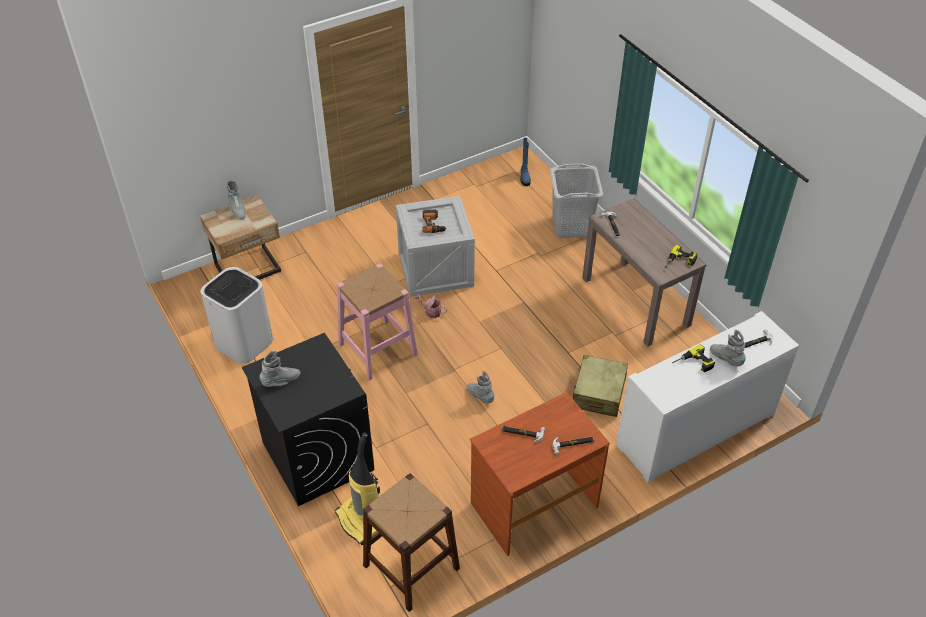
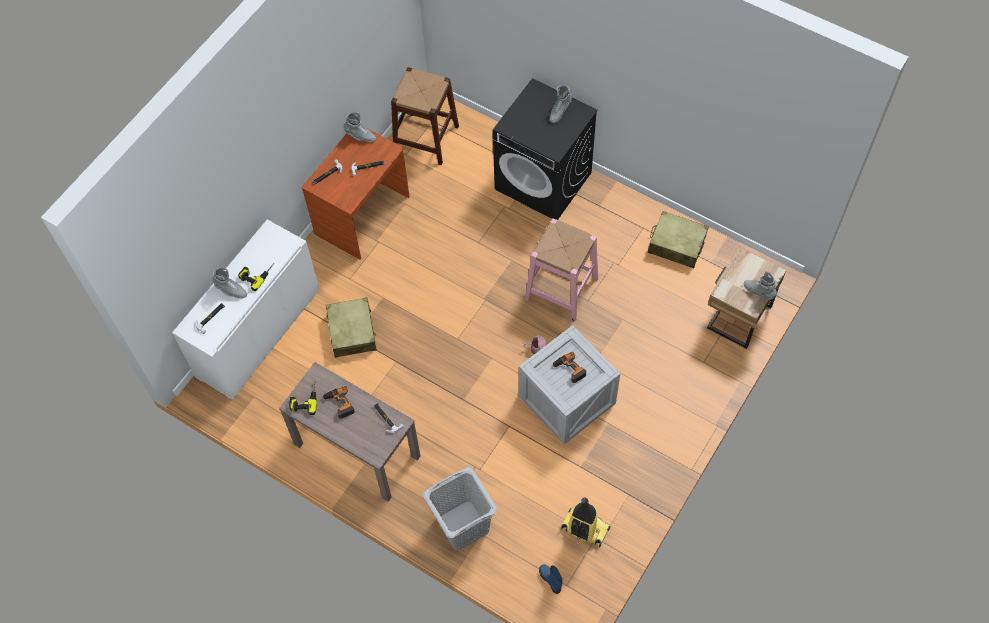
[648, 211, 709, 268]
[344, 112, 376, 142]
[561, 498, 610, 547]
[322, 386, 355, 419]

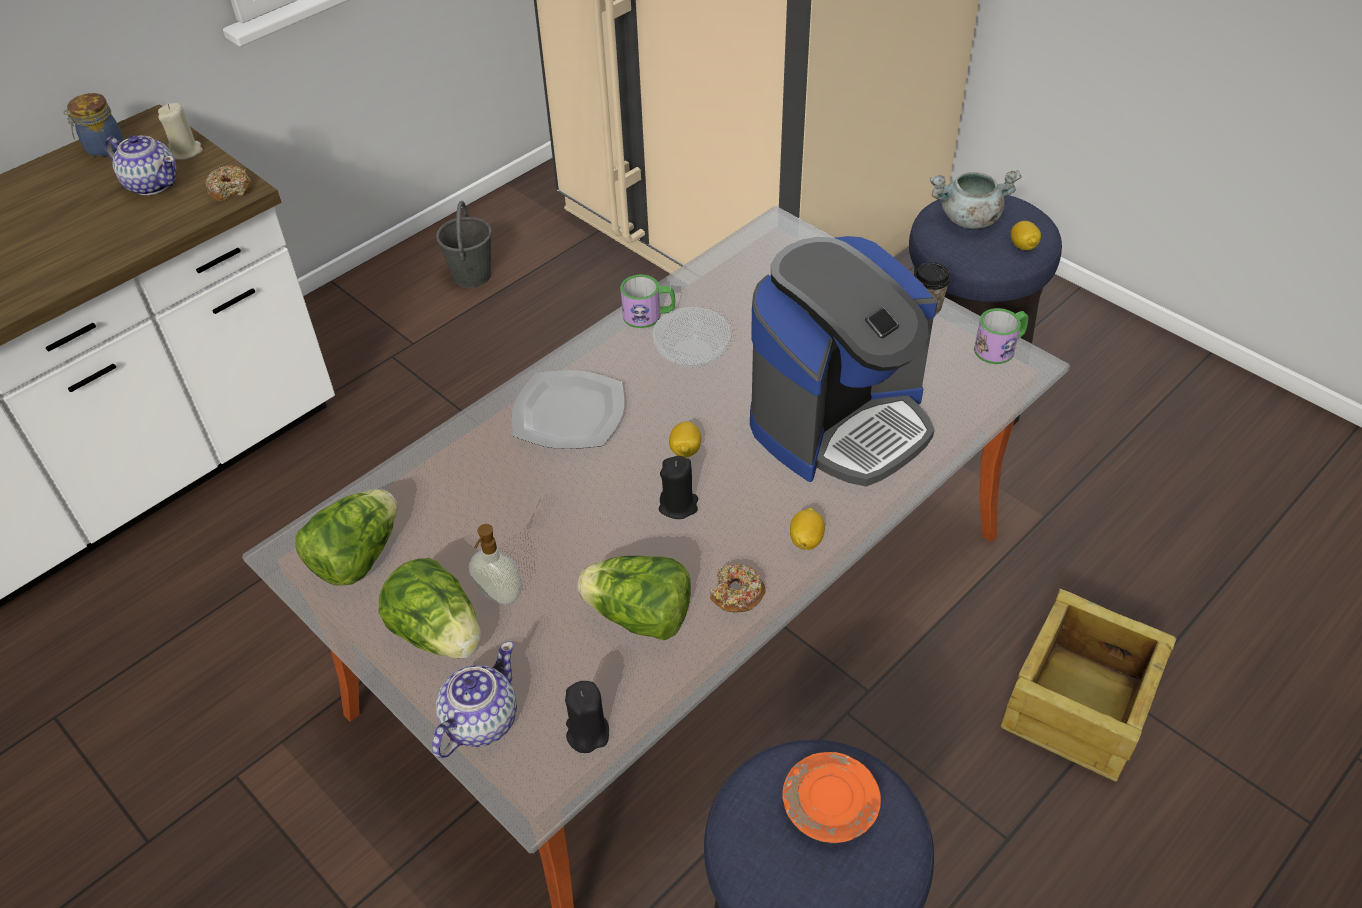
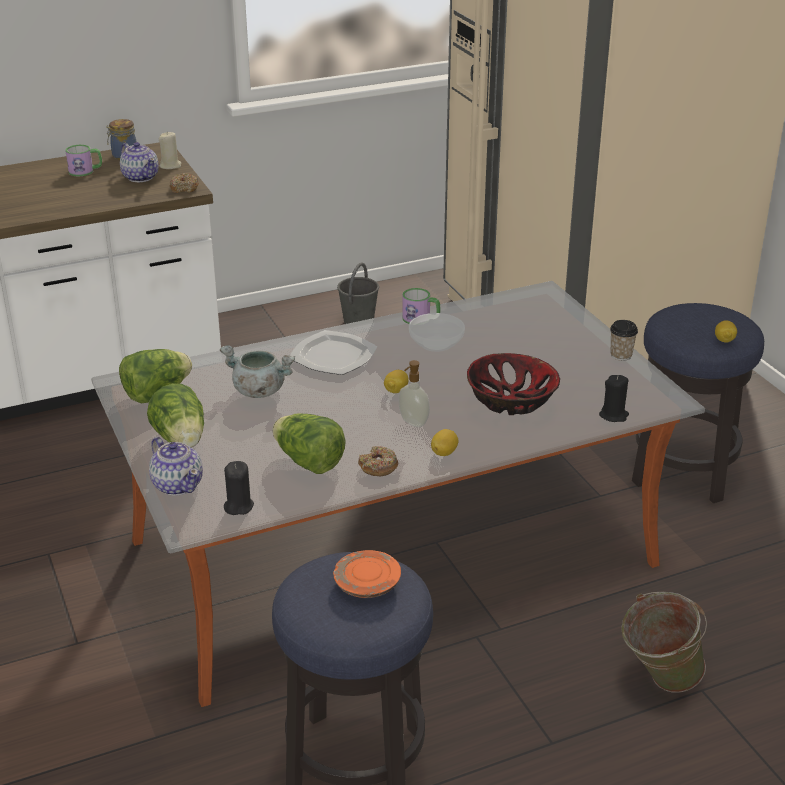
[220, 345, 295, 398]
[467, 353, 560, 415]
[65, 145, 102, 176]
[599, 375, 629, 422]
[398, 360, 430, 427]
[621, 592, 707, 693]
[149, 437, 203, 496]

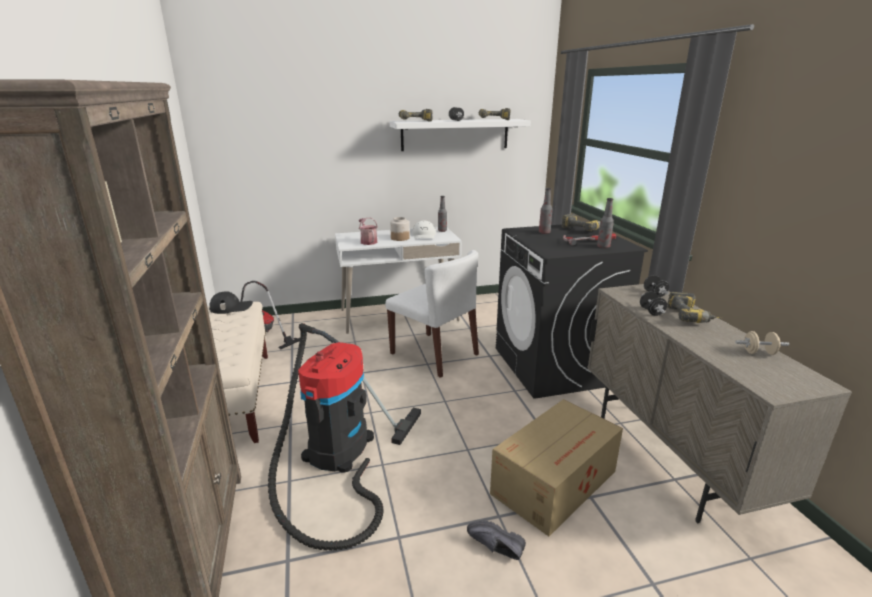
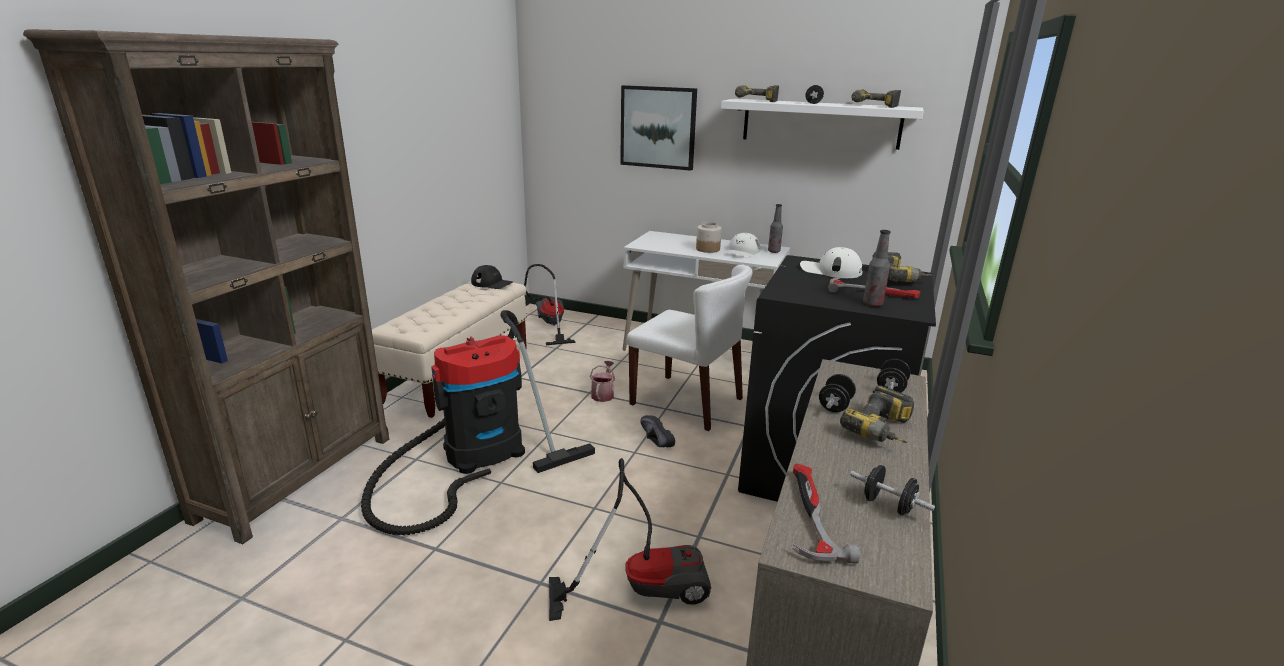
[800, 247, 863, 278]
[590, 361, 615, 402]
[627, 265, 752, 431]
[850, 465, 935, 516]
[549, 458, 711, 621]
[640, 415, 675, 447]
[620, 85, 697, 171]
[792, 463, 860, 563]

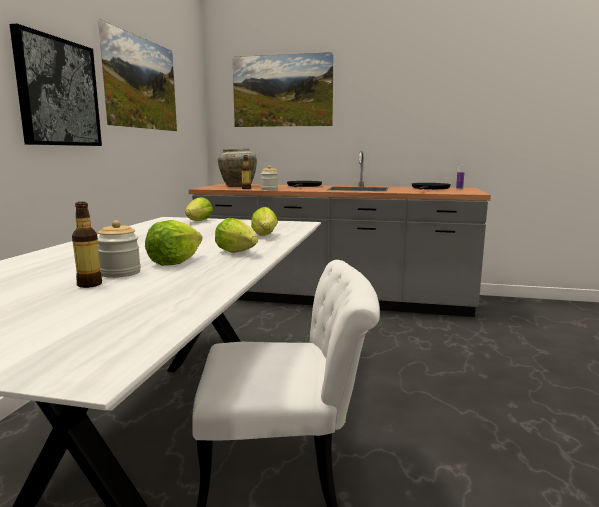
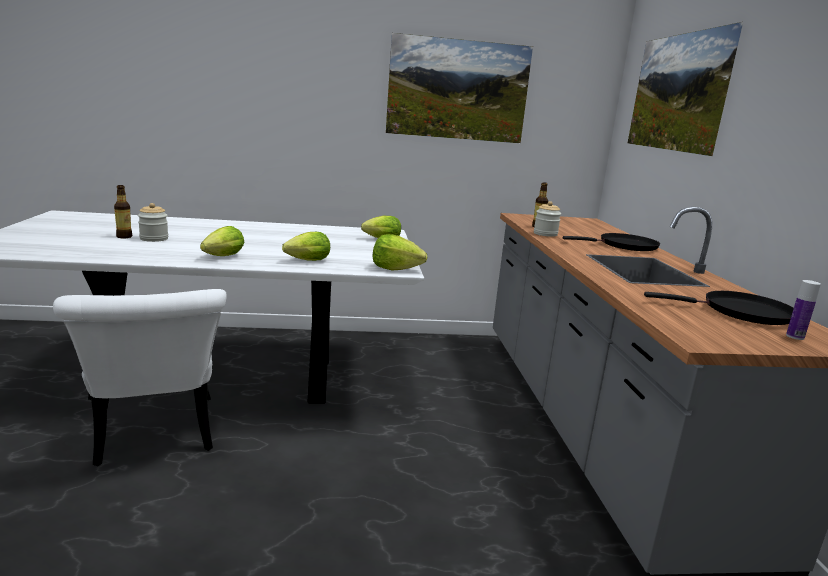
[10, 24, 102, 146] (first image)
[218, 148, 257, 187] (first image)
[372, 234, 427, 270]

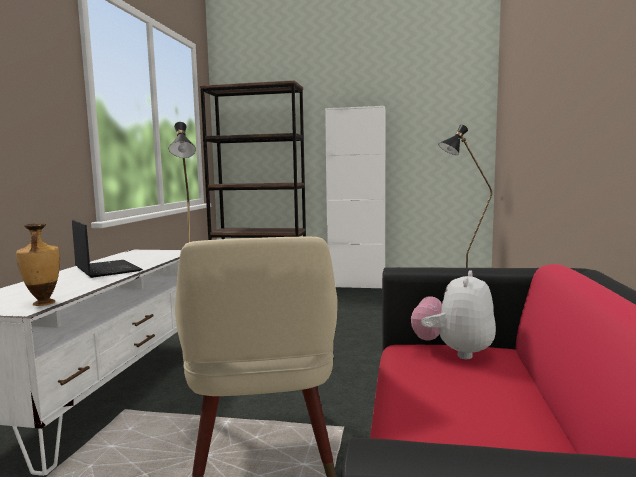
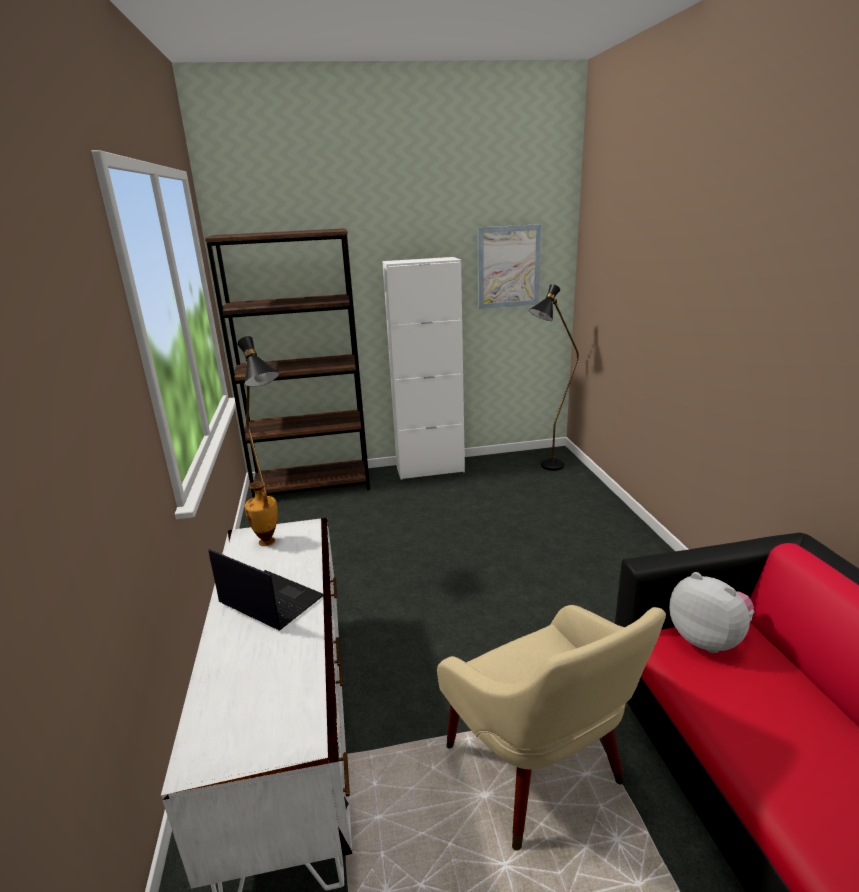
[245, 481, 278, 546]
[669, 572, 754, 653]
[478, 224, 541, 309]

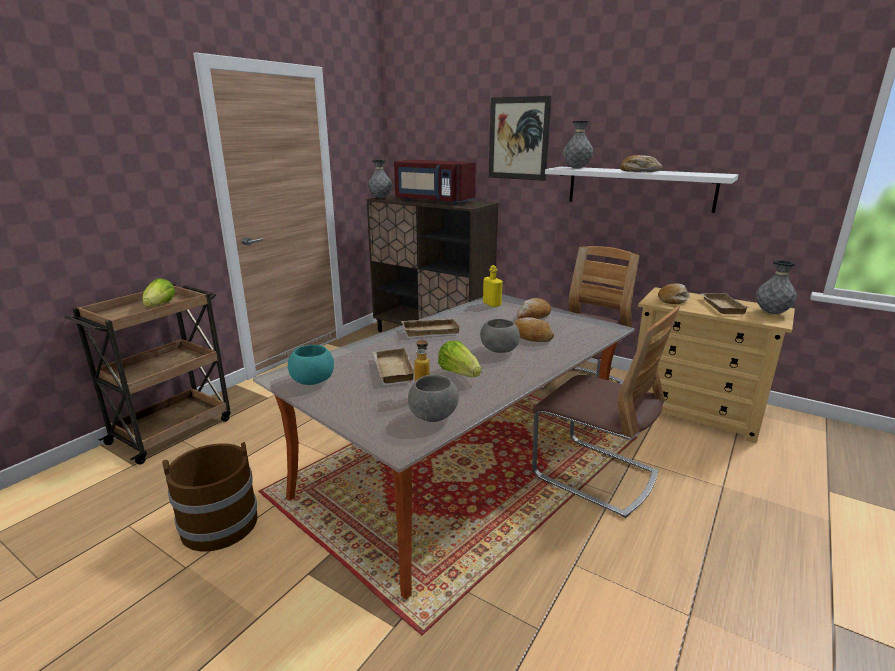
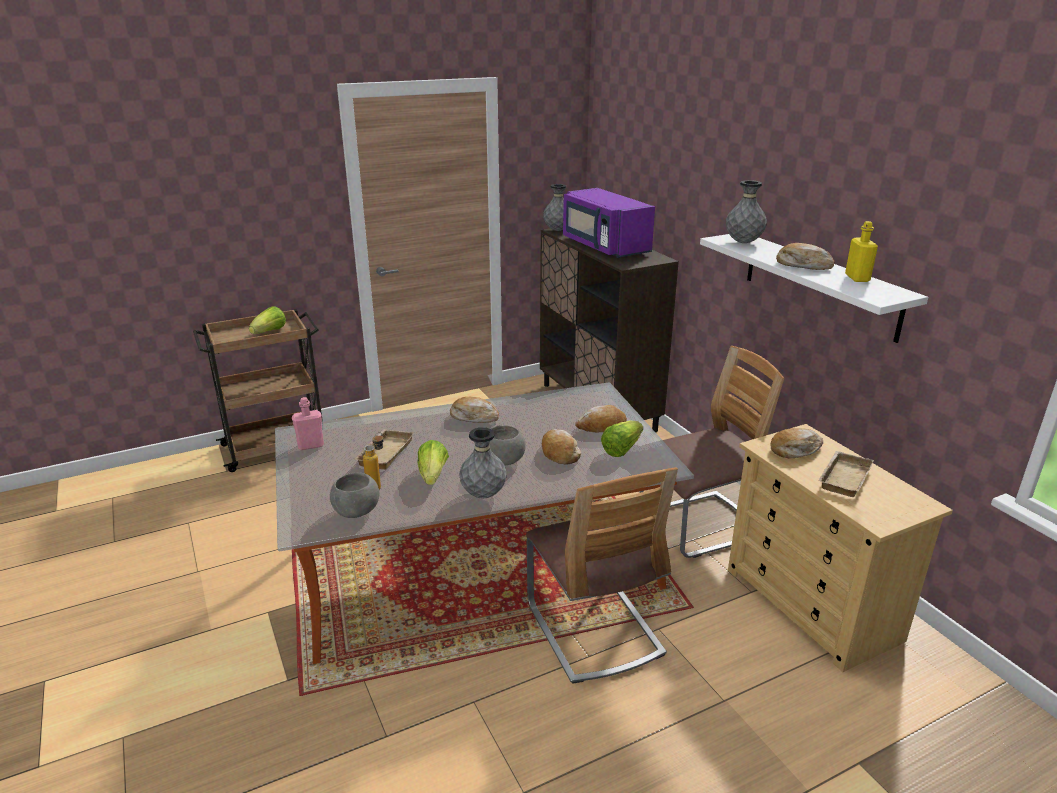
[489, 96, 552, 181] (first image)
[563, 188, 655, 258]
[459, 427, 507, 498]
[845, 221, 878, 282]
[450, 397, 499, 423]
[292, 397, 324, 450]
[162, 442, 257, 552] (first image)
[601, 420, 643, 457]

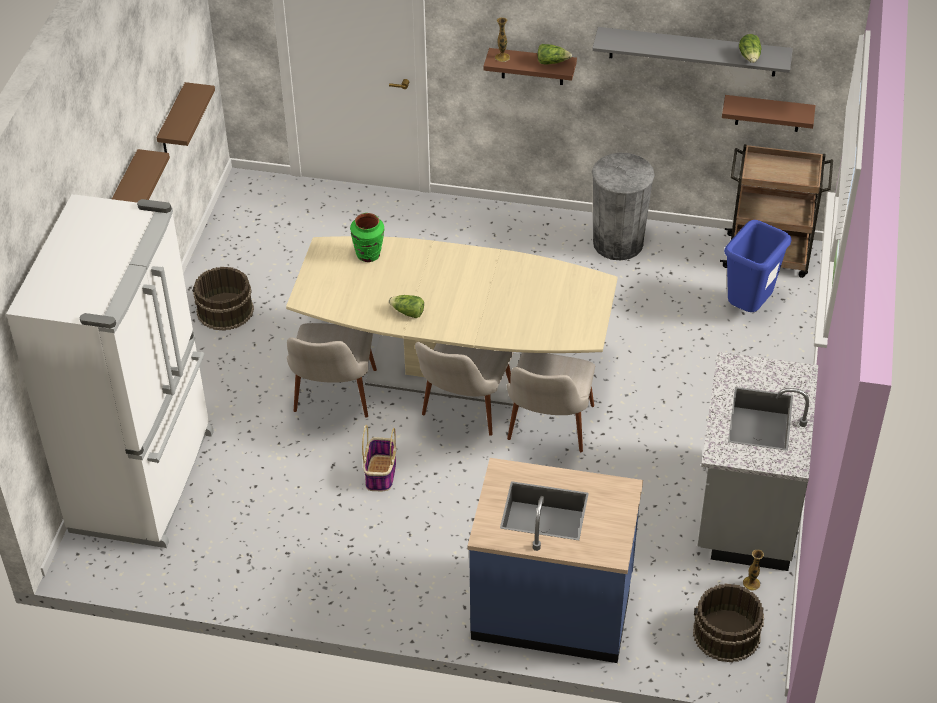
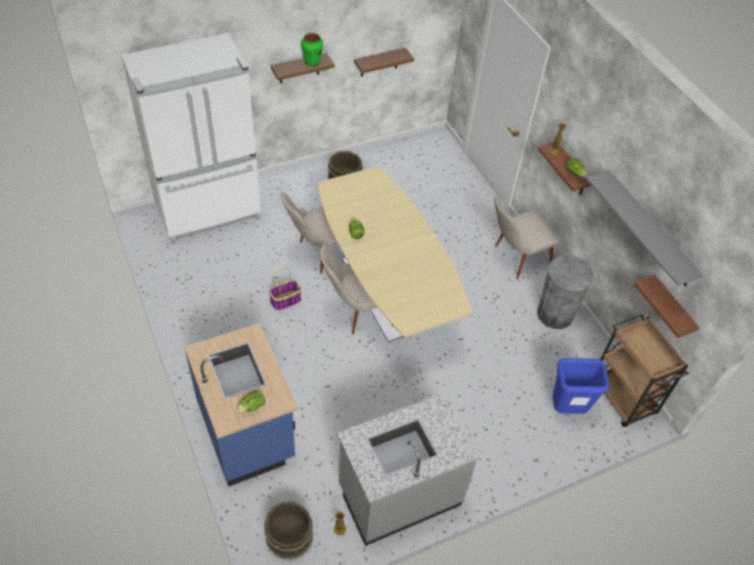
[236, 390, 265, 413]
[301, 33, 323, 67]
[494, 196, 558, 279]

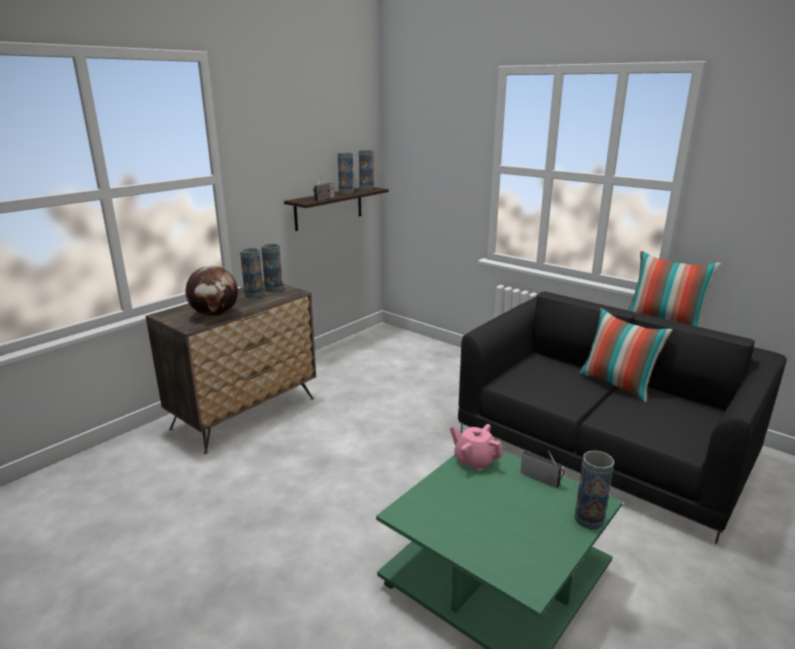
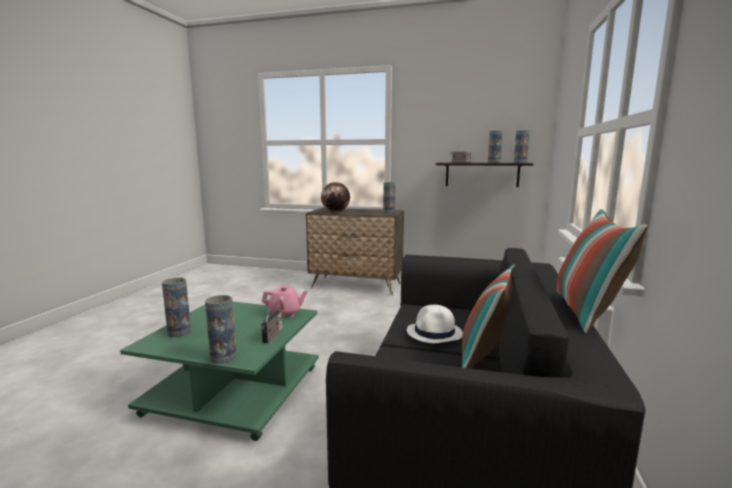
[162, 278, 191, 337]
[262, 285, 307, 317]
[407, 305, 463, 343]

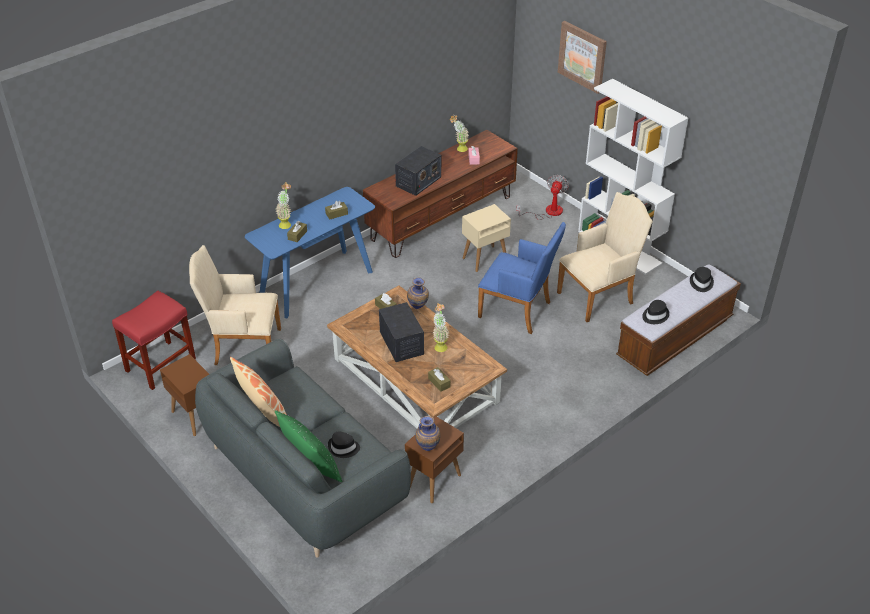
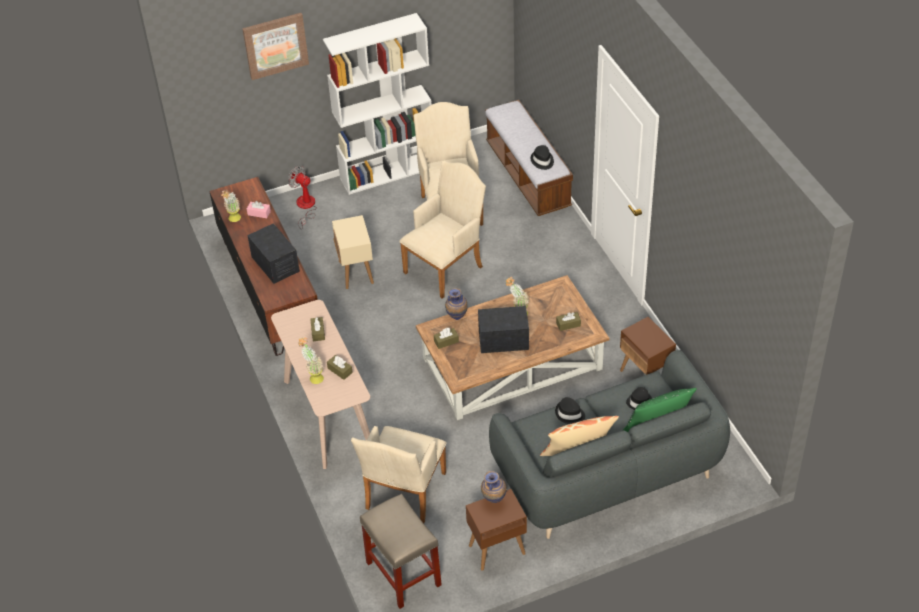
[271, 300, 370, 469]
[400, 161, 486, 299]
[555, 397, 585, 424]
[360, 494, 442, 609]
[481, 471, 507, 503]

